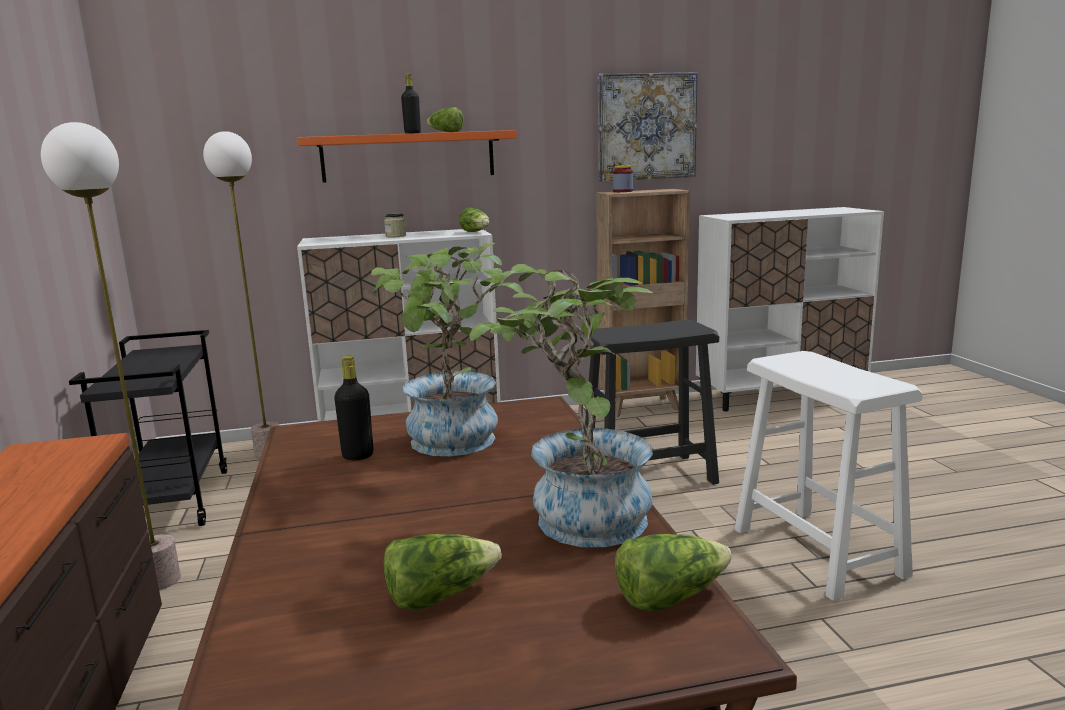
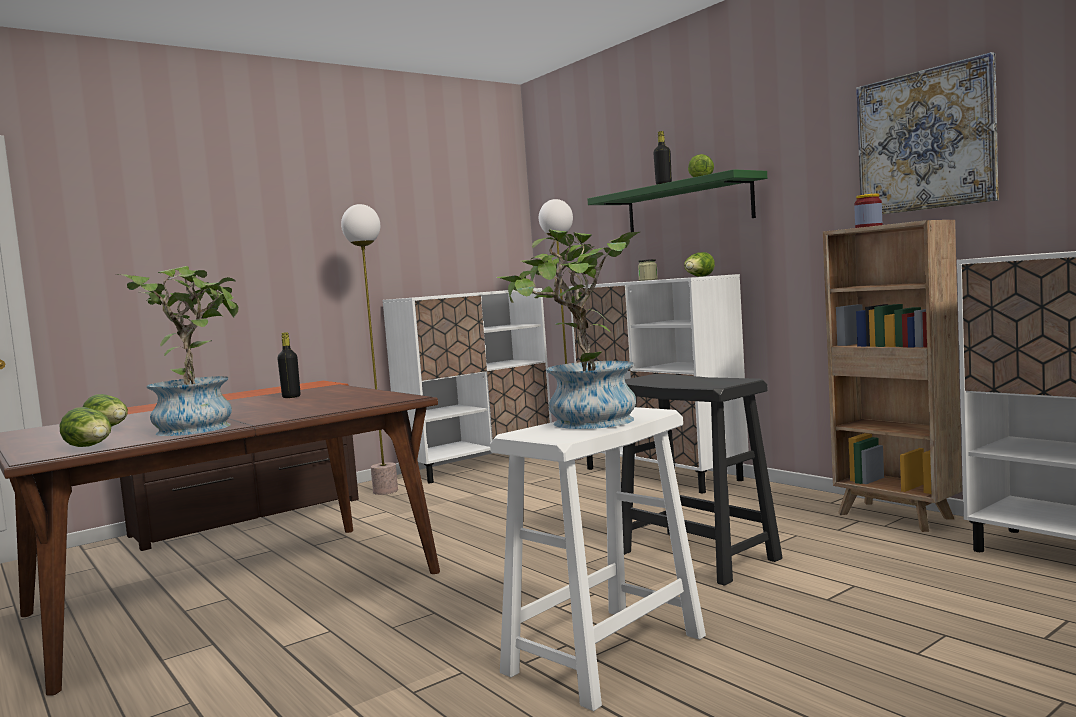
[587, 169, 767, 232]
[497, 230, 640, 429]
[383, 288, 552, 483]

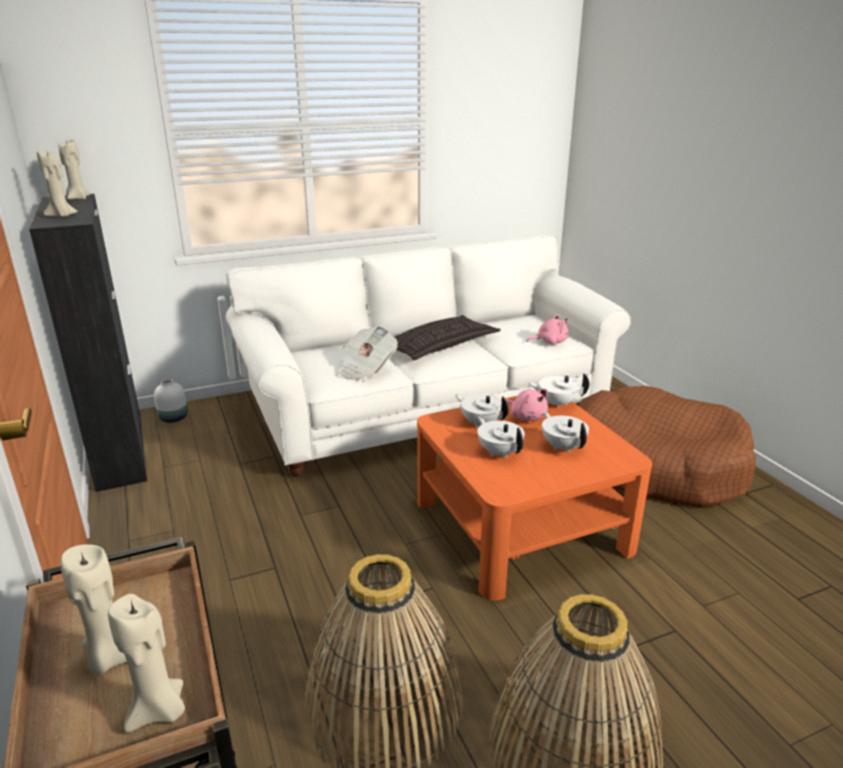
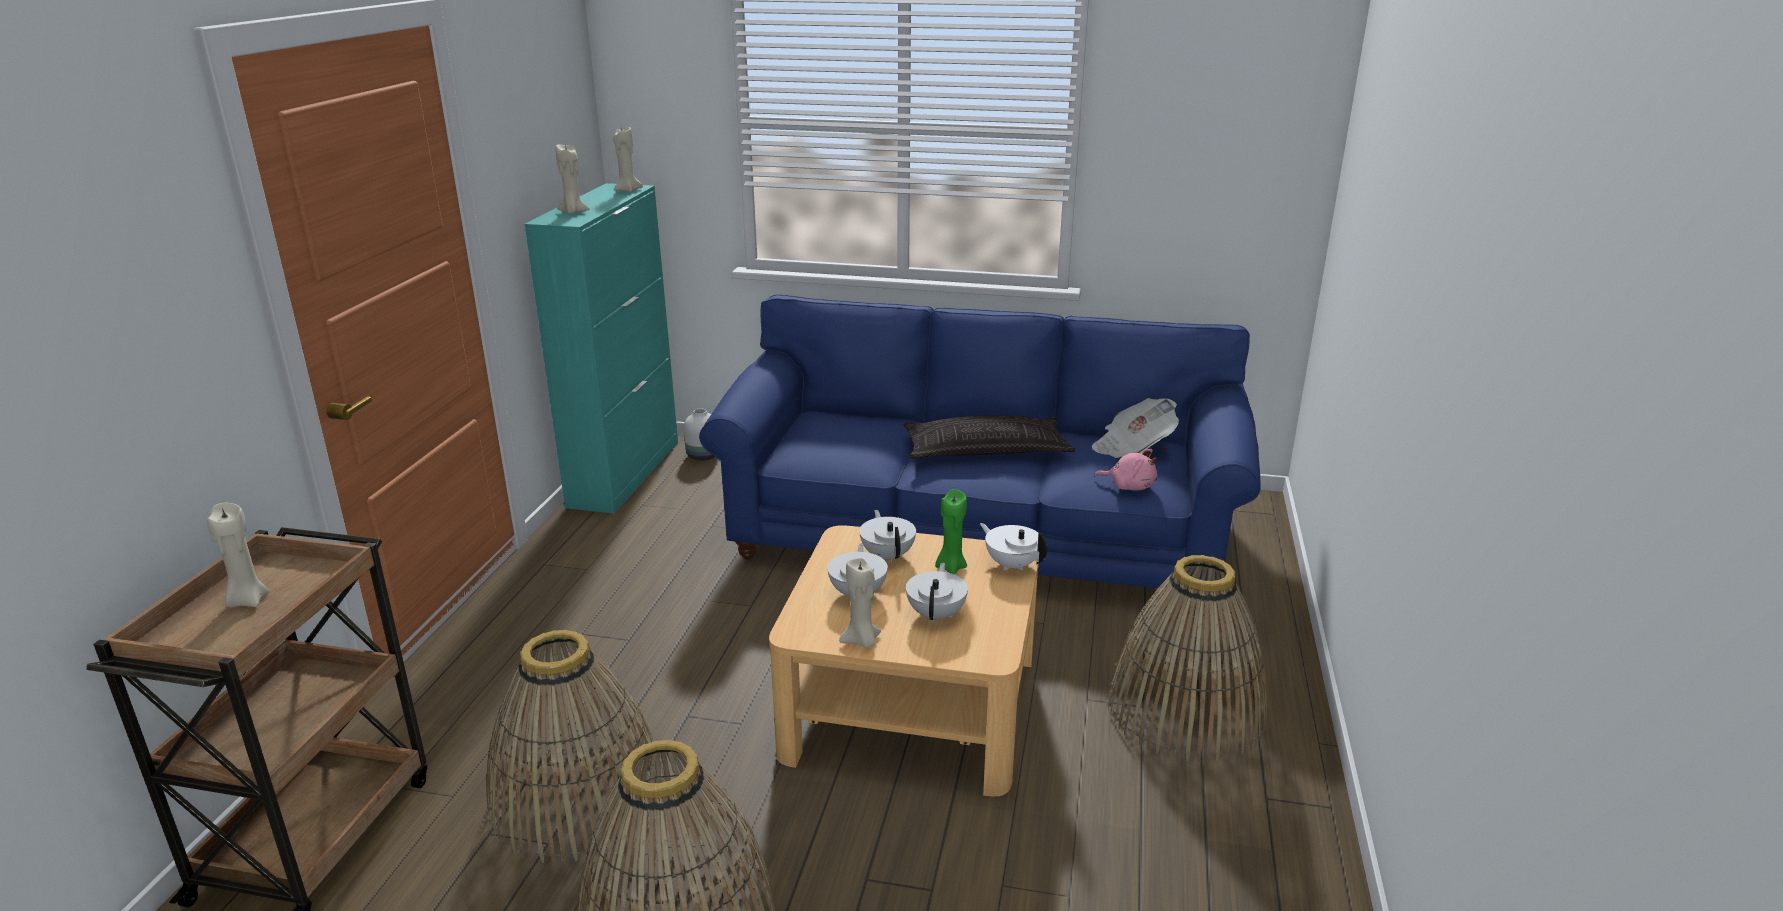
[524, 183, 678, 514]
[699, 295, 1261, 609]
[1092, 398, 1179, 458]
[1107, 555, 1267, 763]
[935, 489, 967, 575]
[769, 525, 1039, 796]
[839, 558, 881, 648]

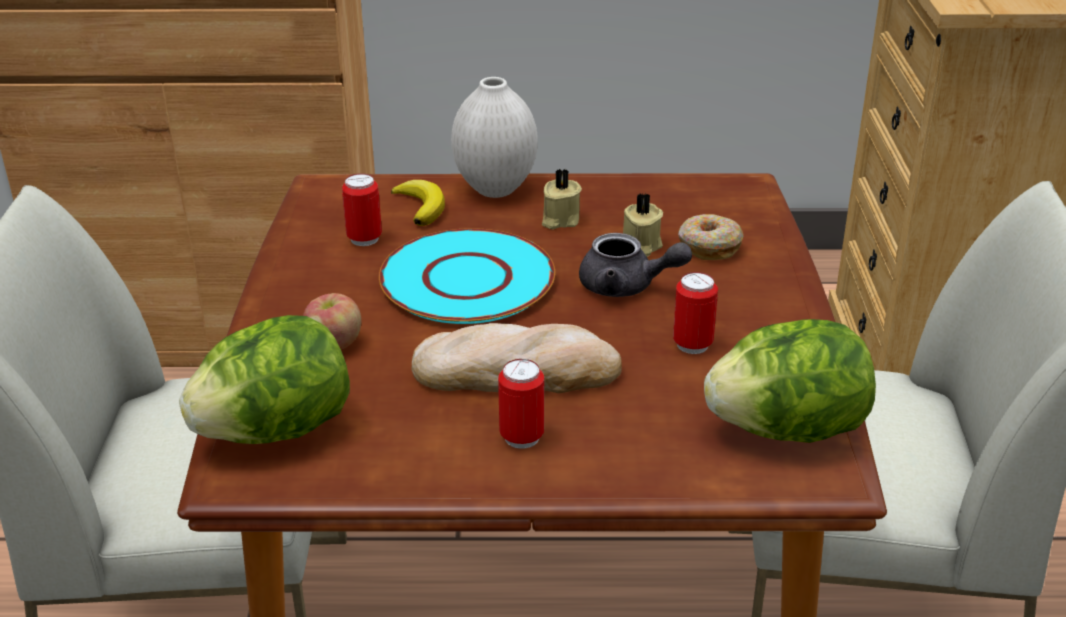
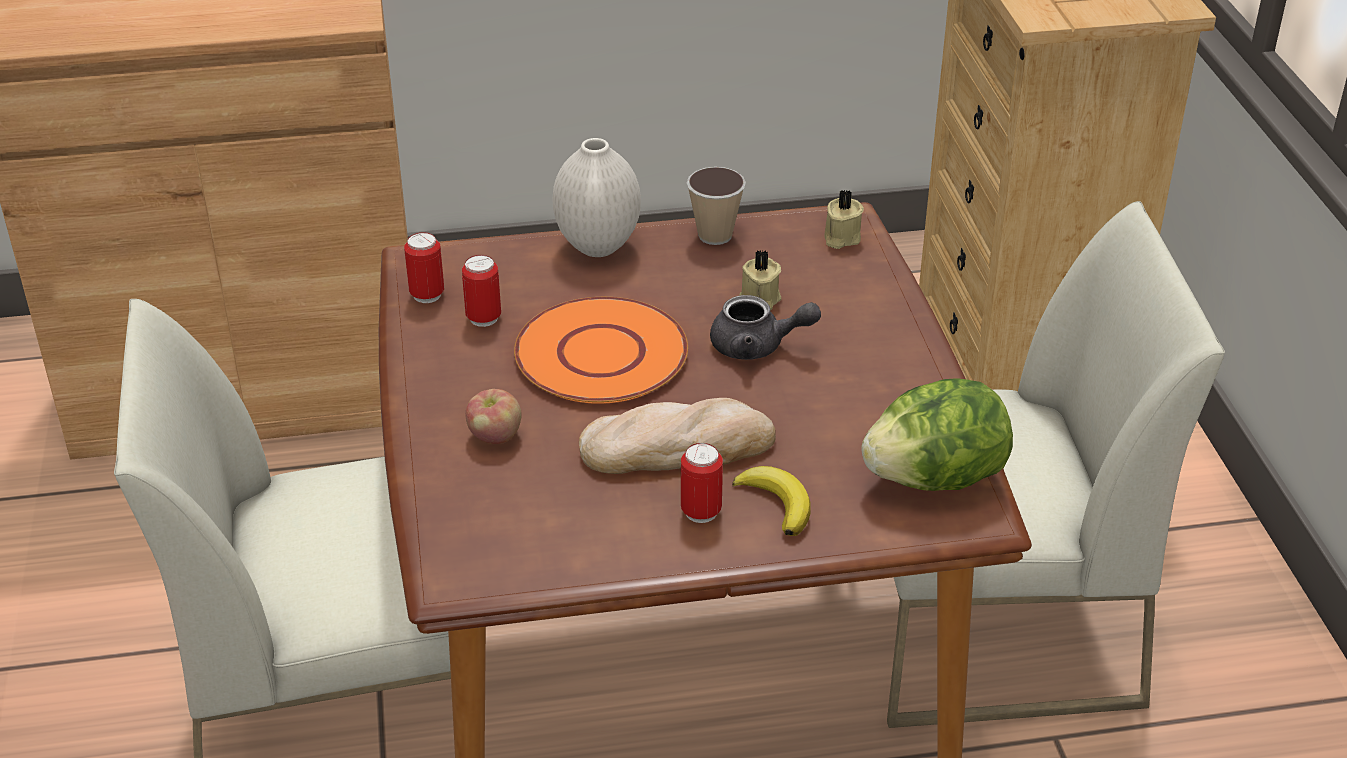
[824, 190, 864, 249]
[732, 466, 811, 536]
[678, 214, 744, 260] (first image)
[514, 297, 688, 404]
[404, 232, 444, 303]
[179, 315, 350, 444] (first image)
[687, 167, 746, 245]

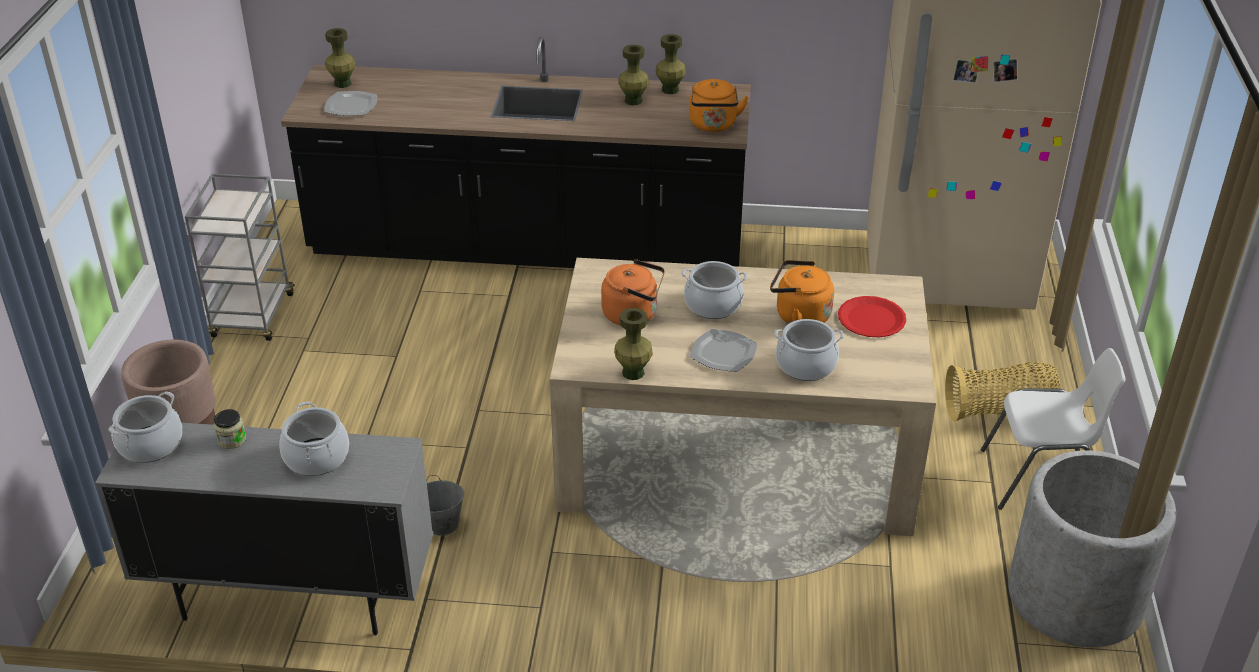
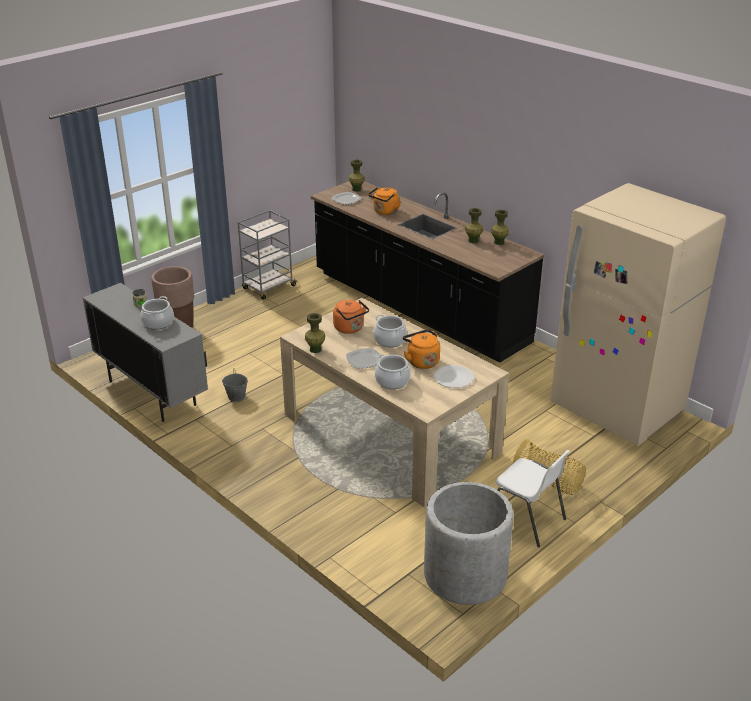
[368, 187, 401, 215]
[434, 365, 474, 388]
[108, 392, 182, 463] (first image)

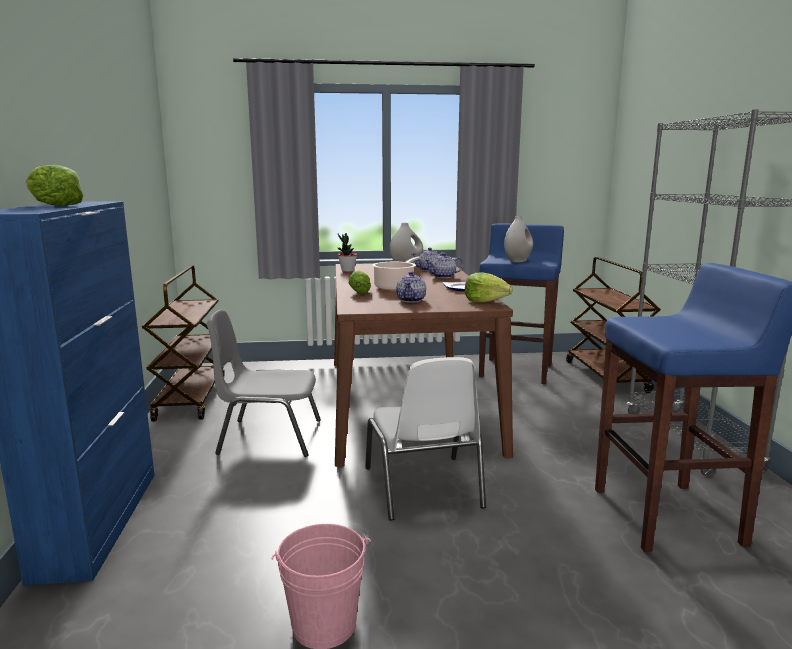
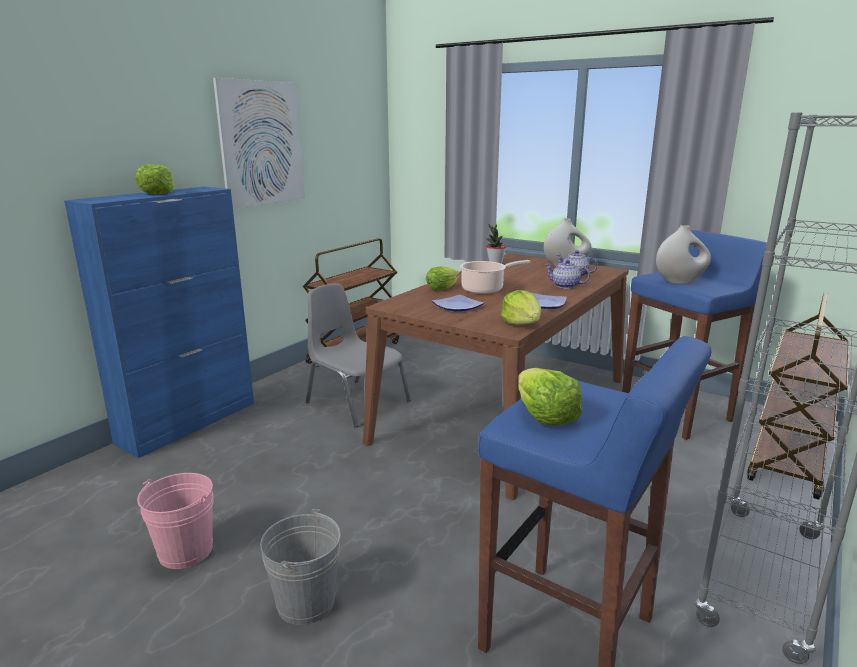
[432, 295, 484, 312]
[365, 357, 486, 521] (first image)
[213, 78, 305, 209]
[518, 368, 582, 425]
[260, 509, 341, 625]

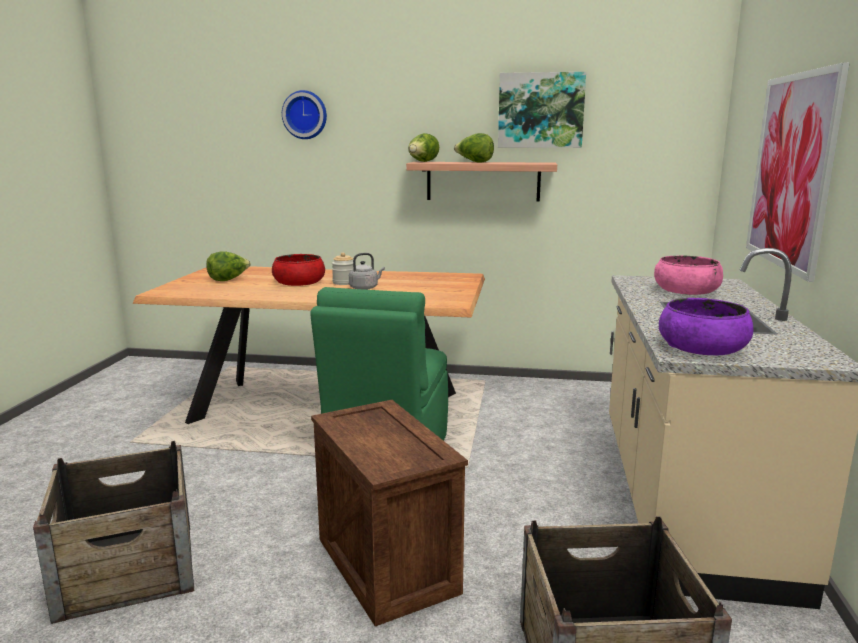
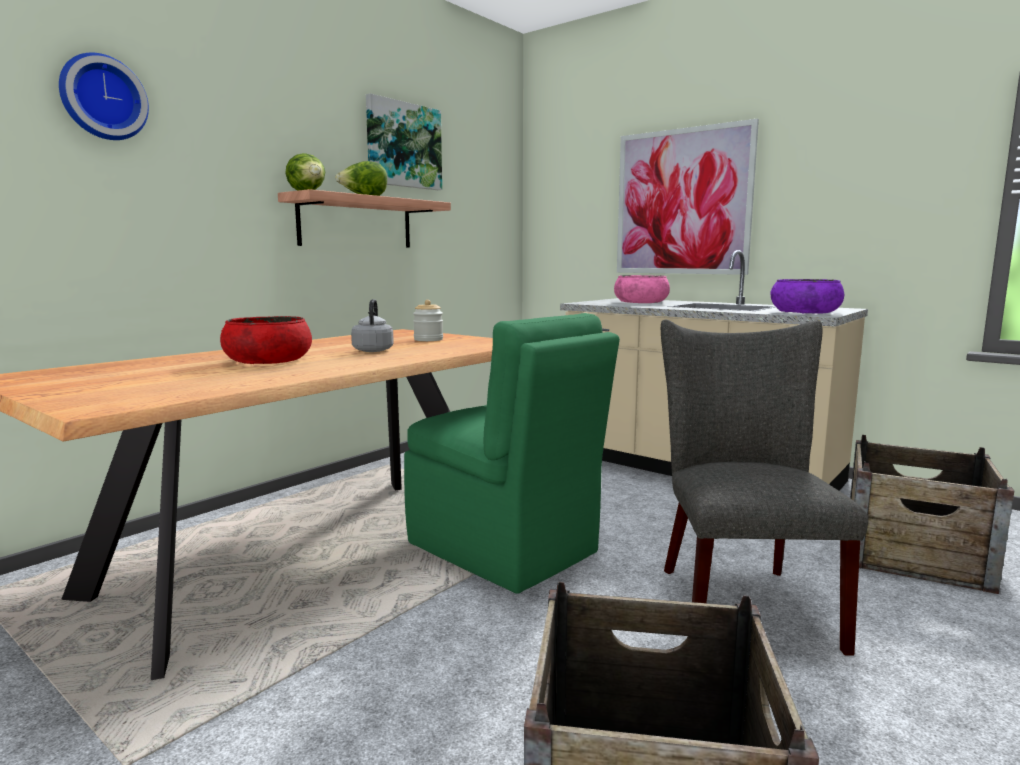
[206, 251, 251, 281] (first image)
[413, 300, 443, 341]
[661, 320, 868, 656]

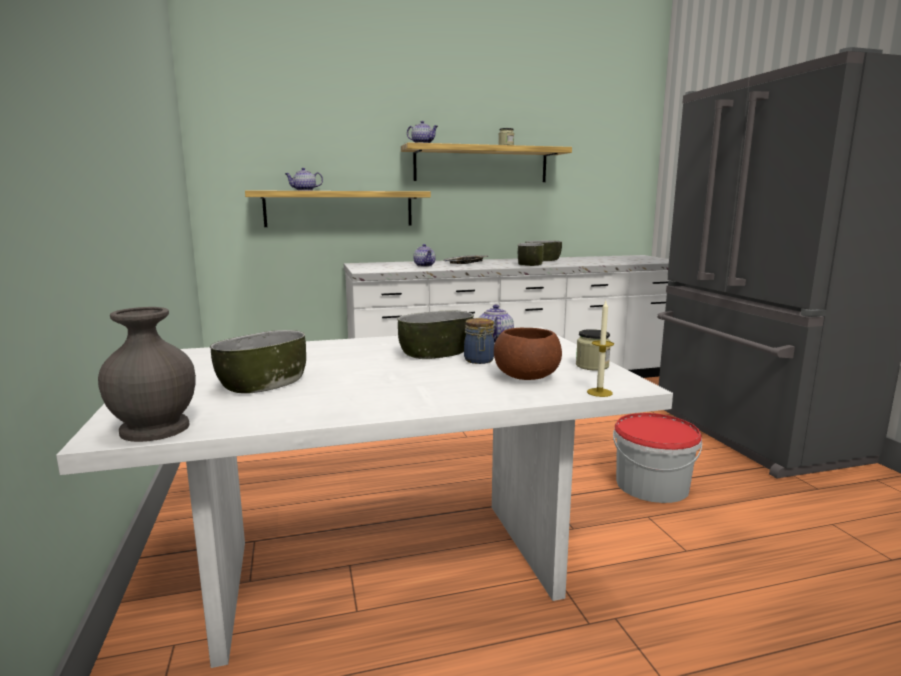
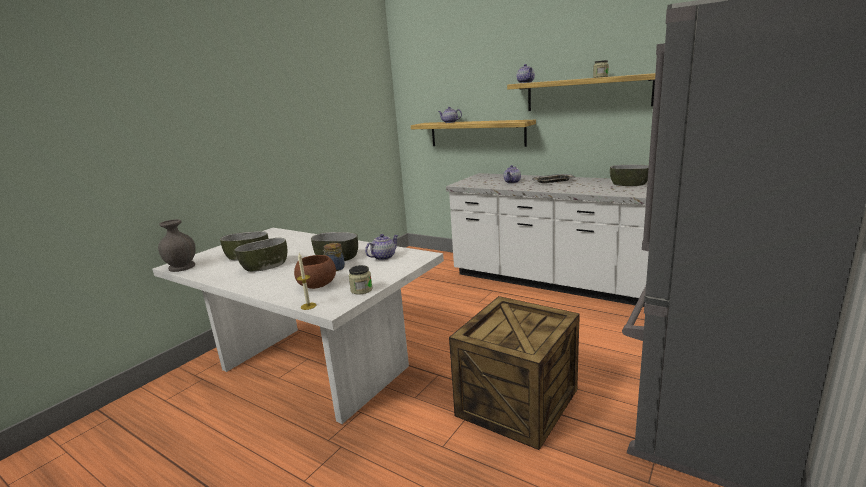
[235, 238, 287, 272]
[449, 296, 580, 450]

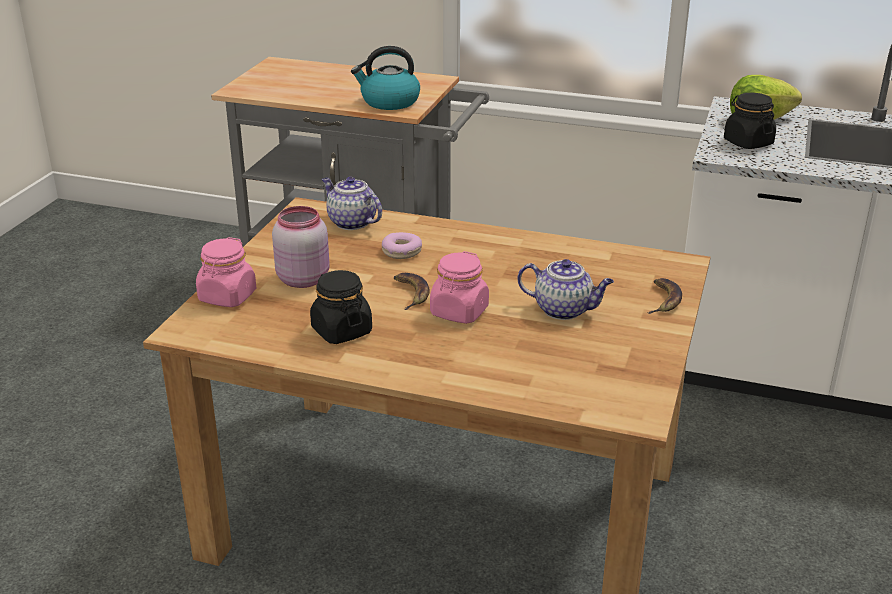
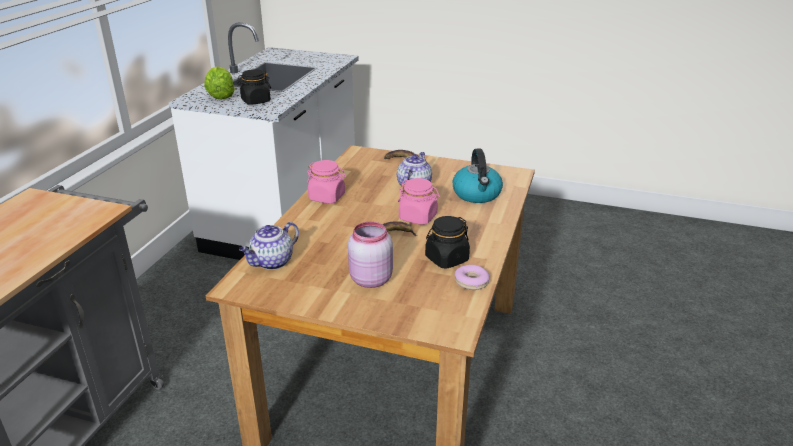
[453, 149, 503, 203]
[454, 265, 490, 290]
[307, 160, 346, 204]

